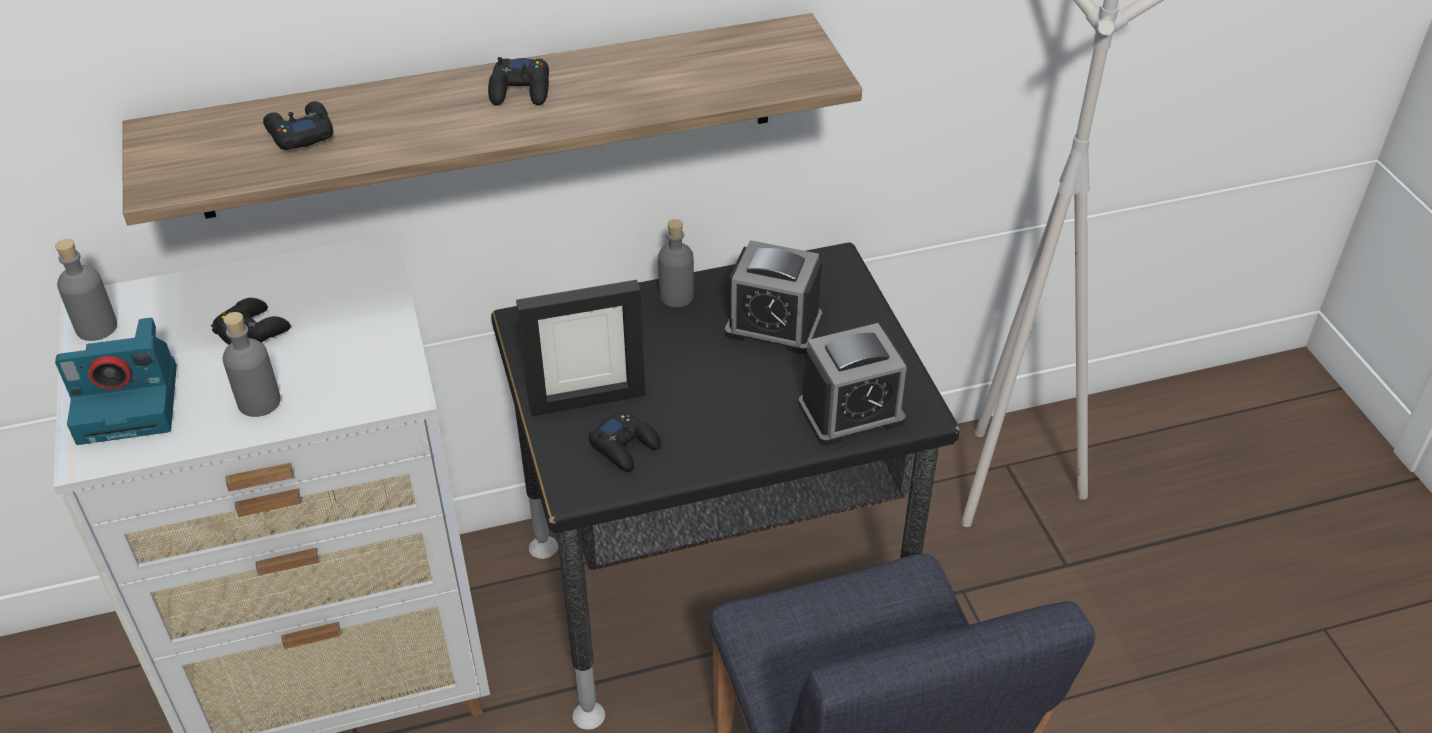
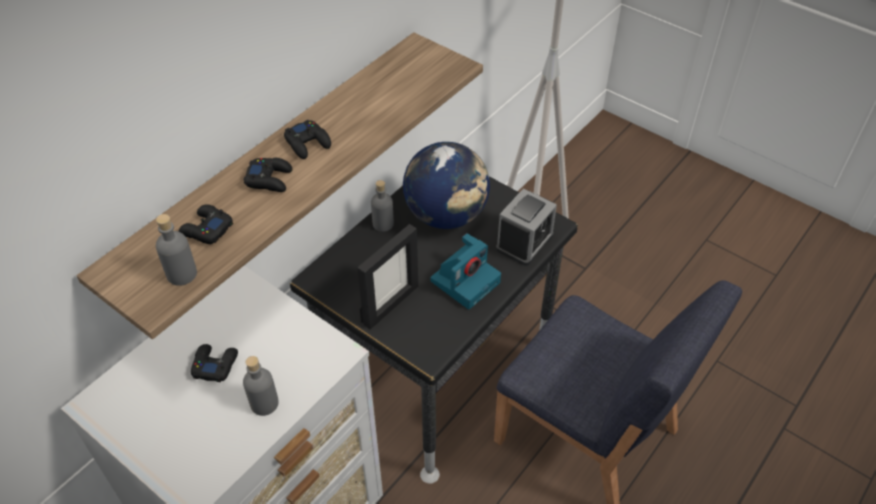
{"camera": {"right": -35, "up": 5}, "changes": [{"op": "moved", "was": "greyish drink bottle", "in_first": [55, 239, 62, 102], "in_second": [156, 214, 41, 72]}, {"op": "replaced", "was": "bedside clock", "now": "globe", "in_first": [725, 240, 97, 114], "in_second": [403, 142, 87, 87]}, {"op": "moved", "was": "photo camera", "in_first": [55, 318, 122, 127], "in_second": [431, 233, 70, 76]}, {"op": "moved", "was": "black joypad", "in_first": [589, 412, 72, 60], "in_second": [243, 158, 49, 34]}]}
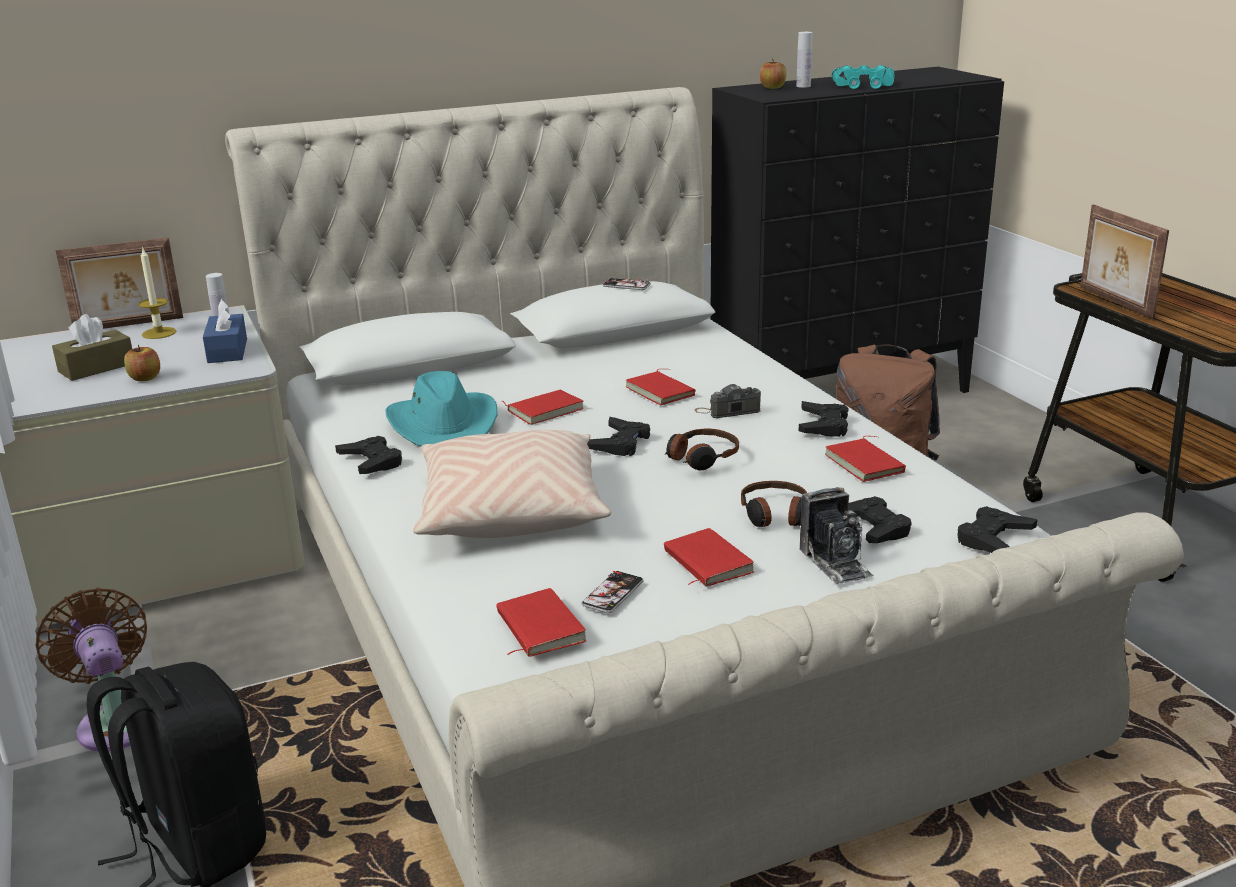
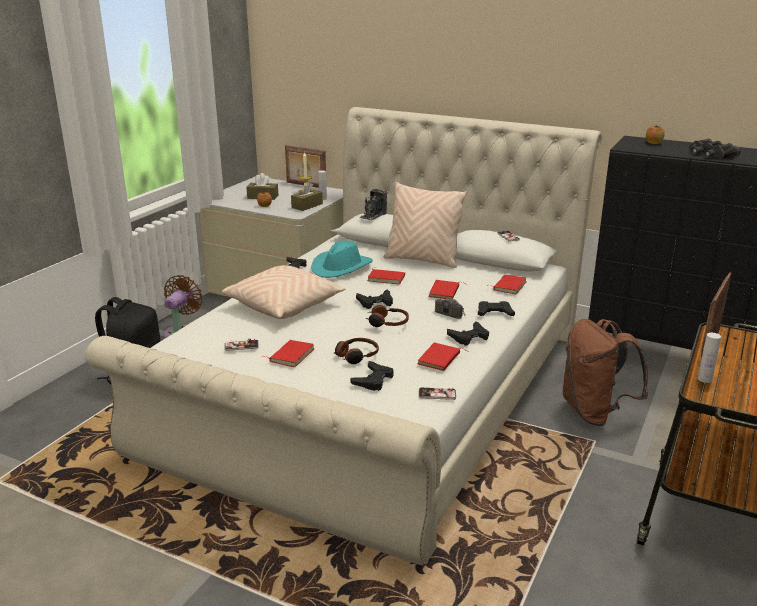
{"camera": {"right": 50, "up": 0}, "changes": [{"op": "moved", "was": "white drink bottle", "in_first": [796, 32, 16, 56], "in_second": [698, 333, 23, 50]}, {"op": "recoloured", "was": "turquoise-coloured field glasses", "now": "black field glasses", "in_first": [831, 65, 64, 24], "in_second": [689, 139, 52, 19]}, {"op": "recoloured", "was": "blue tissue holder", "now": "brownish tissue holder", "in_first": [203, 299, 44, 64], "in_second": [291, 182, 32, 29]}, {"op": "moved", "was": "photo camera", "in_first": [800, 487, 73, 98], "in_second": [359, 189, 28, 31]}, {"op": "moved", "was": "black joypad", "in_first": [957, 506, 80, 47], "in_second": [478, 301, 37, 15]}, {"op": "moved", "was": "red bound book", "in_first": [496, 588, 91, 69], "in_second": [487, 275, 39, 19]}, {"op": "added", "now": "beige-coloured cushion", "in_second": [384, 182, 83, 86]}, {"op": "added", "now": "telephone", "in_second": [418, 387, 38, 13]}]}
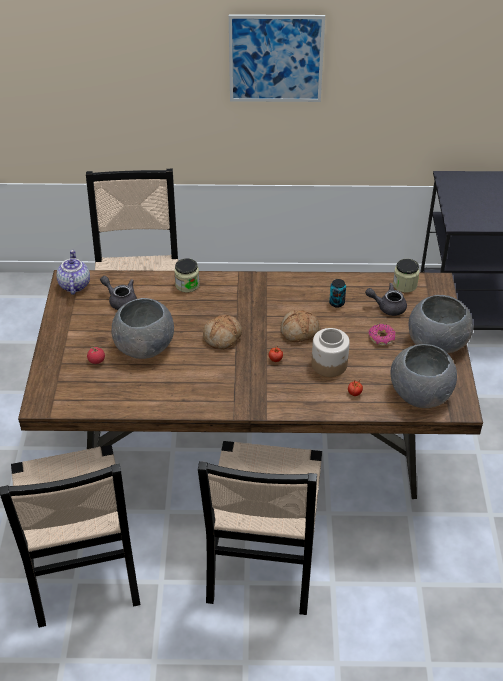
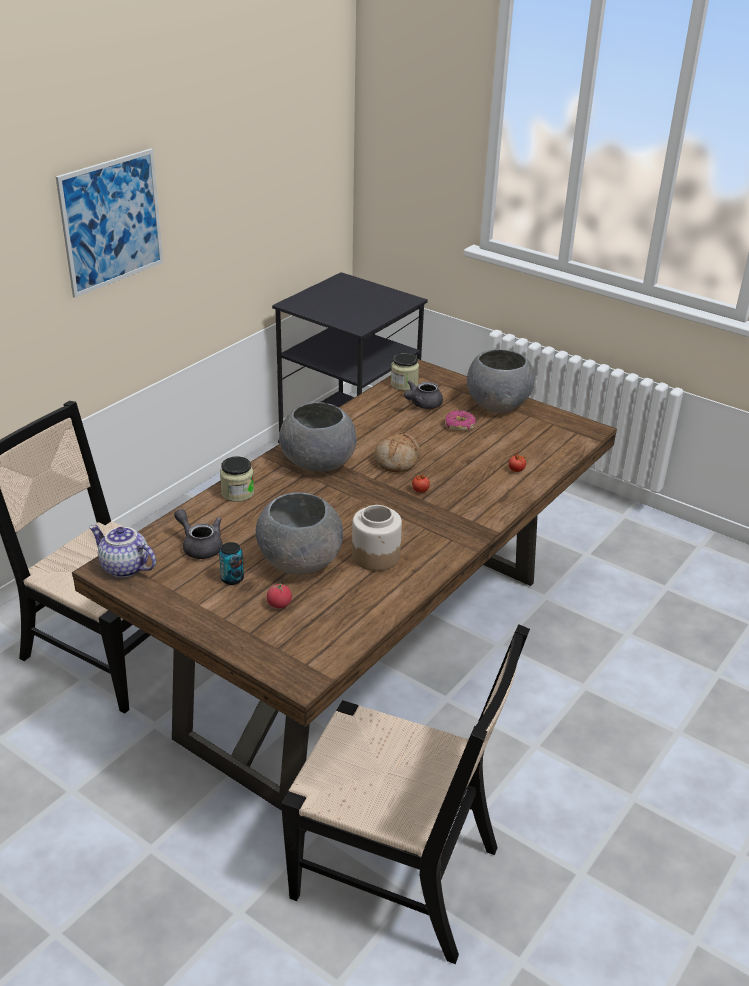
{"camera": {"right": -55, "up": -10}, "changes": [{"op": "turned", "was": "greyish pot for tea", "in_first": [100, 276, 37, 34], "in_second": [174, 509, 48, 50], "clockwise": 60}, {"op": "moved", "was": "can", "in_first": [329, 279, 17, 28], "in_second": [219, 542, 25, 43]}, {"op": "removed", "was": "bakery bread", "in_first": [203, 315, 39, 34]}, {"op": "moved", "was": "storage jar", "in_first": [312, 328, 38, 49], "in_second": [352, 505, 50, 66]}, {"op": "moved", "was": "greyish bowl", "in_first": [390, 344, 67, 64], "in_second": [279, 402, 78, 70]}, {"op": "removed", "was": "chair", "in_first": [198, 441, 124, 174]}]}
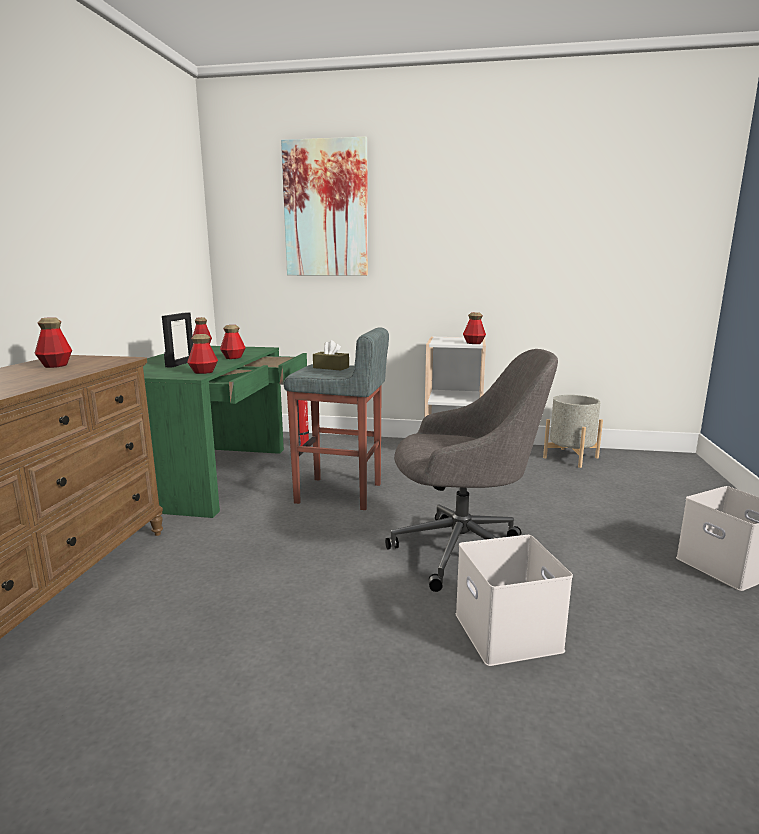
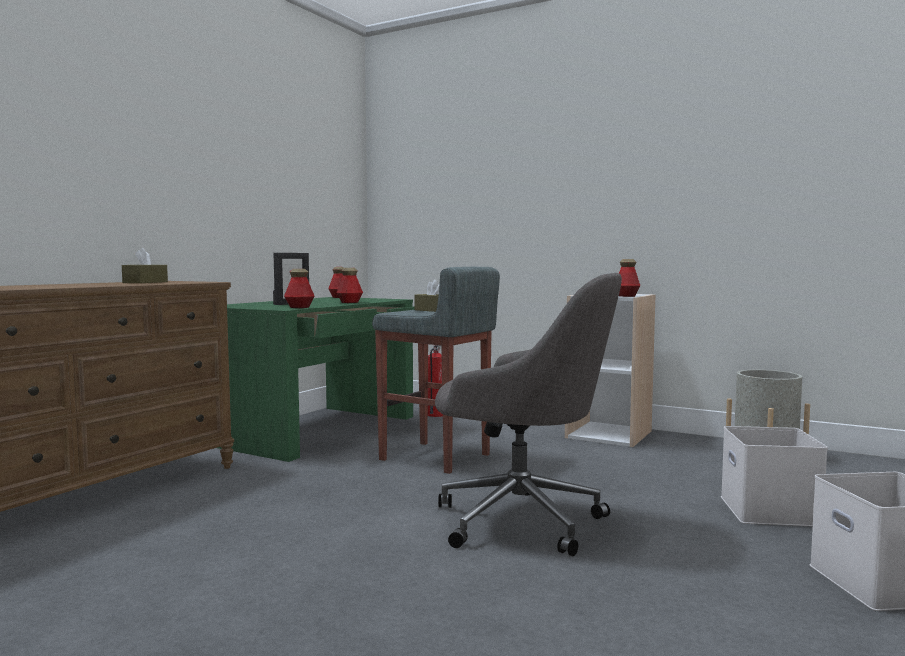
{"camera": {"right": 20, "up": -10}, "changes": [{"op": "removed", "was": "wall art", "in_first": [281, 137, 87, 139]}, {"op": "replaced", "was": "drink bottle", "now": "brownish tissue holder", "in_first": [34, 317, 38, 51], "in_second": [122, 248, 46, 35]}, {"op": "moved", "was": "white storage container", "in_first": [455, 535, 118, 131], "in_second": [721, 426, 107, 100]}]}
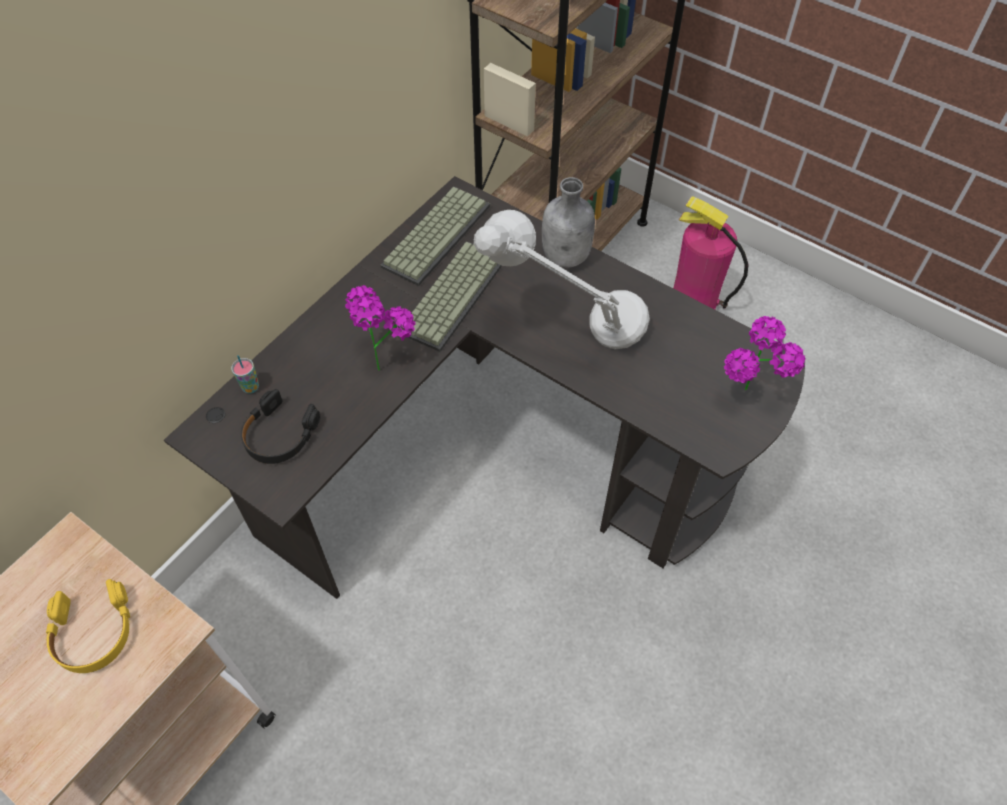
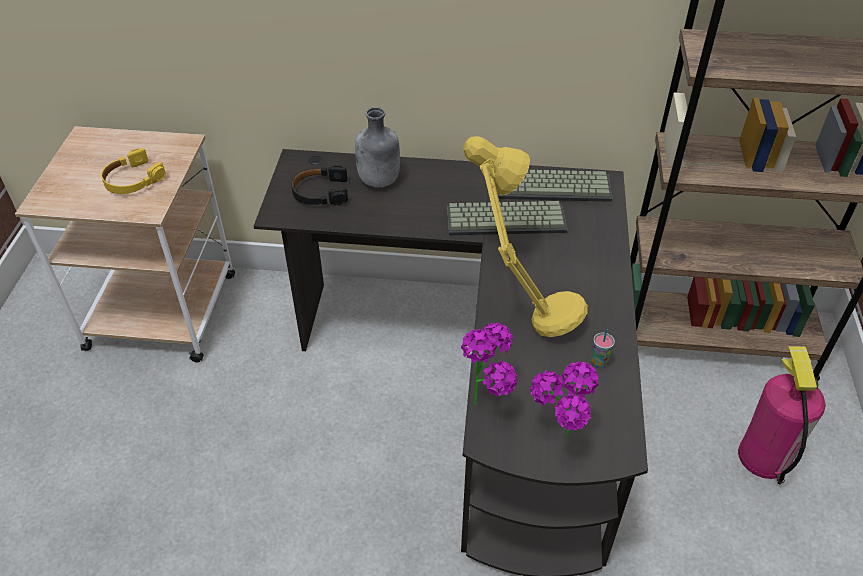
{"camera": {"right": 60, "up": -10}, "changes": [{"op": "moved", "was": "greyish drink bottle", "in_first": [542, 177, 53, 91], "in_second": [355, 107, 45, 81]}, {"op": "recoloured", "was": "greyish table lamp", "now": "yellow table lamp", "in_first": [474, 210, 176, 140], "in_second": [463, 136, 125, 201]}, {"op": "moved", "was": "plant in a pot", "in_first": [345, 285, 70, 86], "in_second": [461, 322, 56, 83]}, {"op": "moved", "was": "drinking cup", "in_first": [231, 355, 28, 39], "in_second": [591, 329, 24, 38]}]}
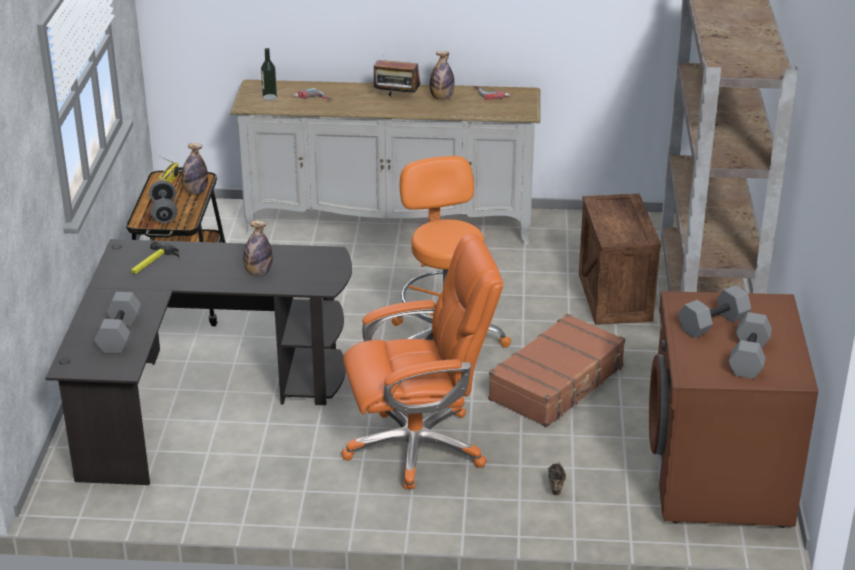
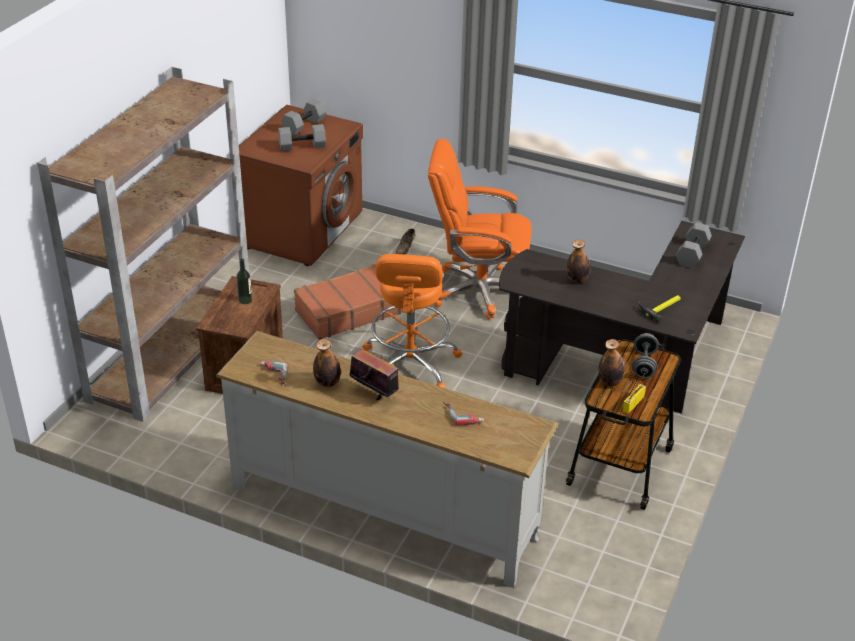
{"camera": {"right": -160, "up": 5}, "changes": [{"op": "moved", "was": "drink bottle", "in_first": [261, 48, 16, 52], "in_second": [236, 258, 16, 46]}]}
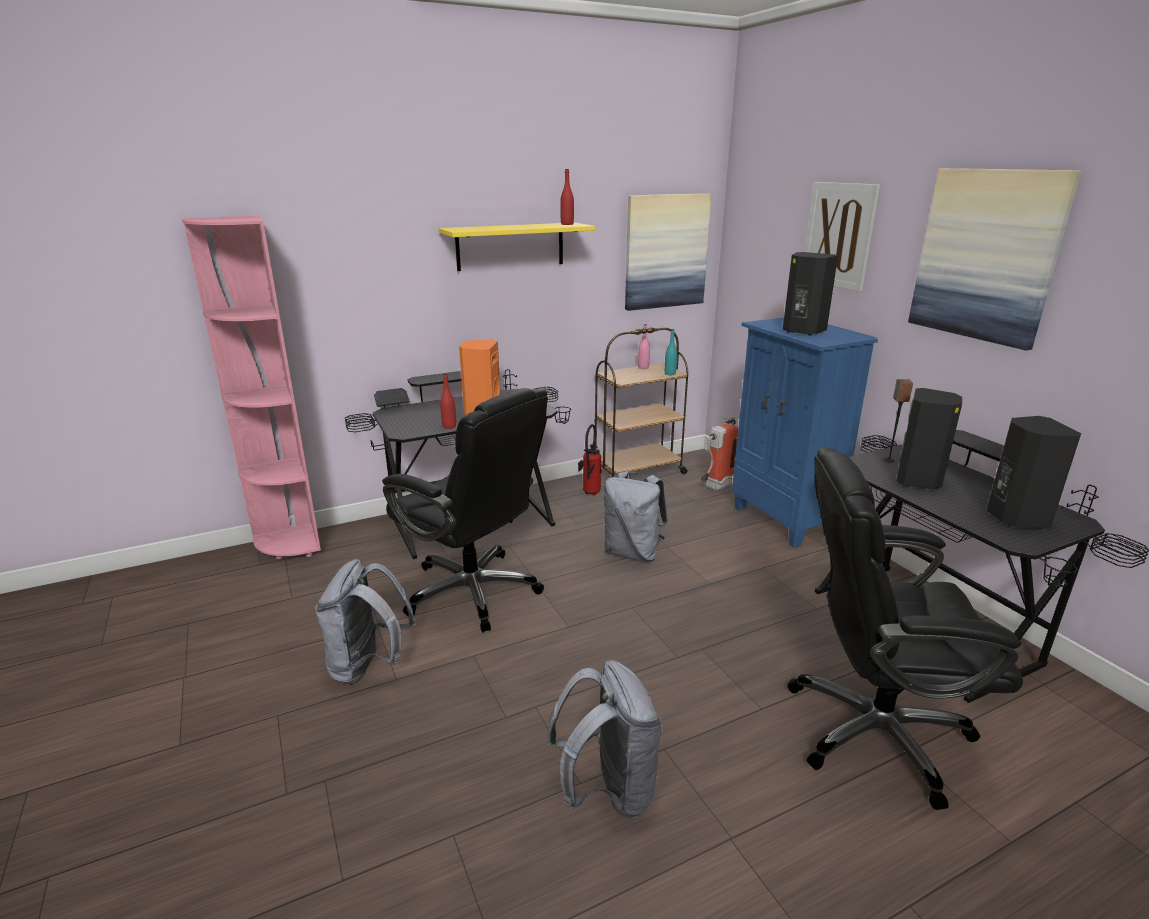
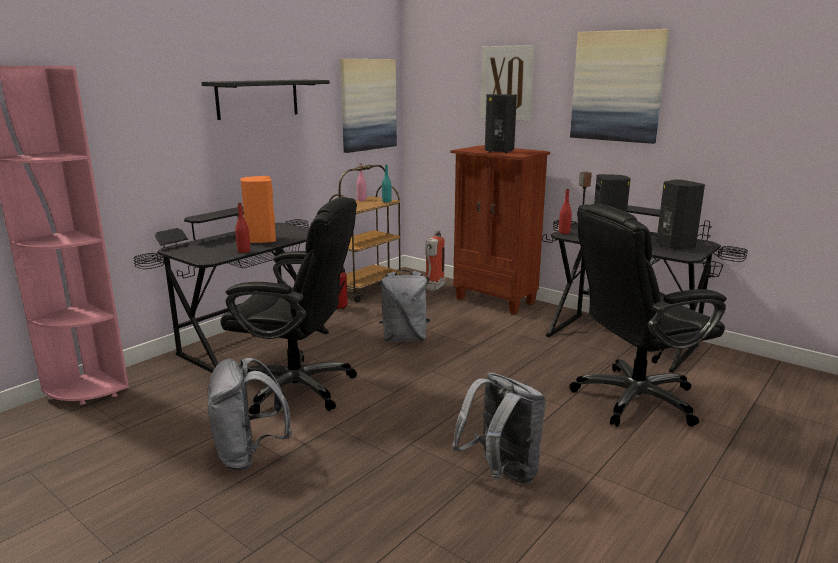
{"camera": {"right": -25, "up": -5}, "changes": [{"op": "moved", "was": "red drink bottle", "in_first": [560, 169, 14, 56], "in_second": [559, 189, 13, 45]}, {"op": "recoloured", "was": "yellow wall shelf", "now": "black wall shelf", "in_first": [439, 222, 156, 49], "in_second": [201, 80, 129, 40]}, {"op": "recoloured", "was": "blue cabinet", "now": "brownish cabinet", "in_first": [732, 317, 146, 230], "in_second": [451, 145, 99, 170]}]}
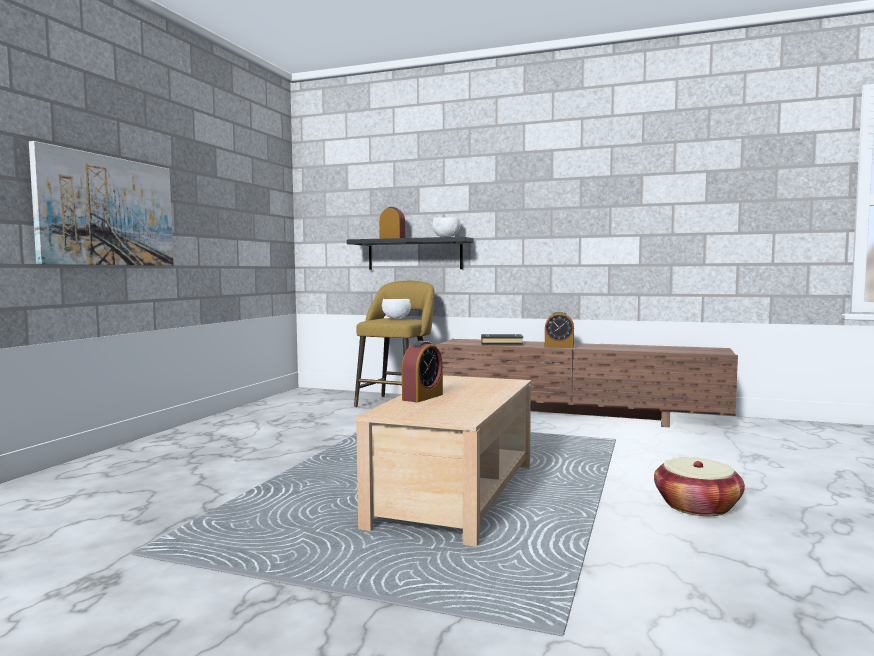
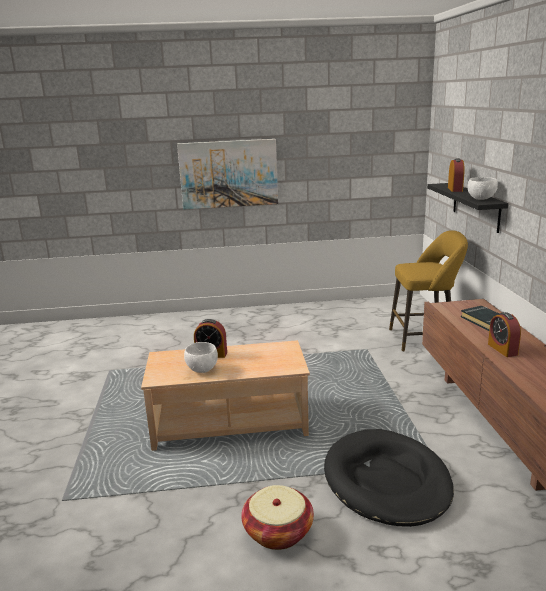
{"camera": {"right": 65, "up": 15}, "changes": [{"op": "moved", "was": "white bowl", "in_first": [382, 299, 29, 20], "in_second": [184, 342, 34, 31]}, {"op": "added", "now": "black dog cushion", "in_second": [324, 429, 130, 98]}]}
